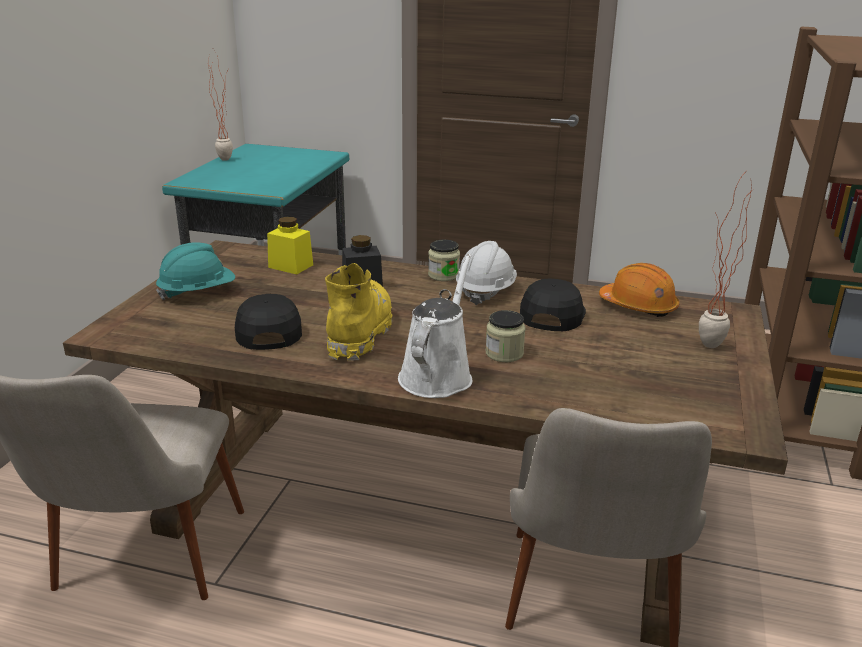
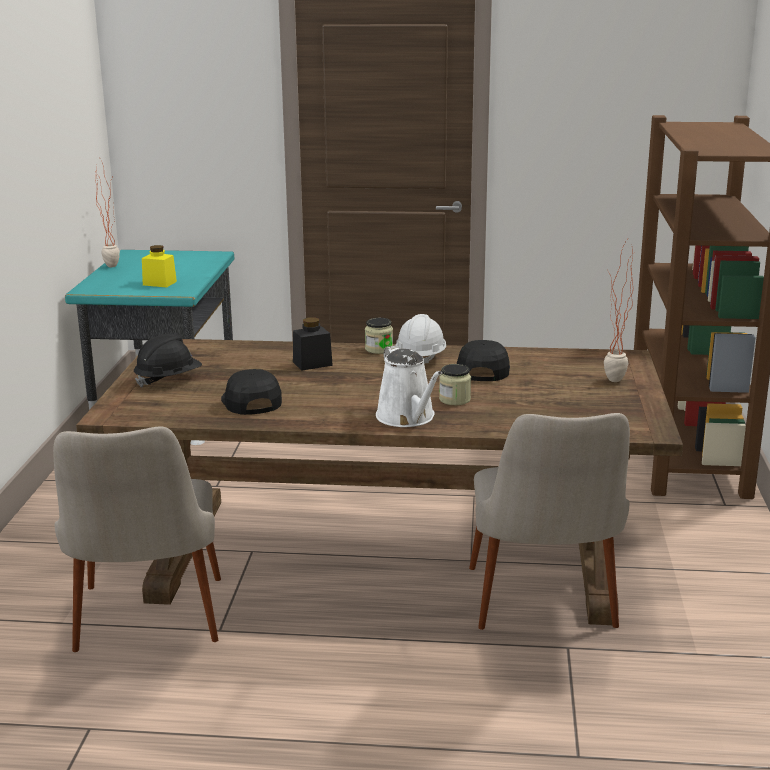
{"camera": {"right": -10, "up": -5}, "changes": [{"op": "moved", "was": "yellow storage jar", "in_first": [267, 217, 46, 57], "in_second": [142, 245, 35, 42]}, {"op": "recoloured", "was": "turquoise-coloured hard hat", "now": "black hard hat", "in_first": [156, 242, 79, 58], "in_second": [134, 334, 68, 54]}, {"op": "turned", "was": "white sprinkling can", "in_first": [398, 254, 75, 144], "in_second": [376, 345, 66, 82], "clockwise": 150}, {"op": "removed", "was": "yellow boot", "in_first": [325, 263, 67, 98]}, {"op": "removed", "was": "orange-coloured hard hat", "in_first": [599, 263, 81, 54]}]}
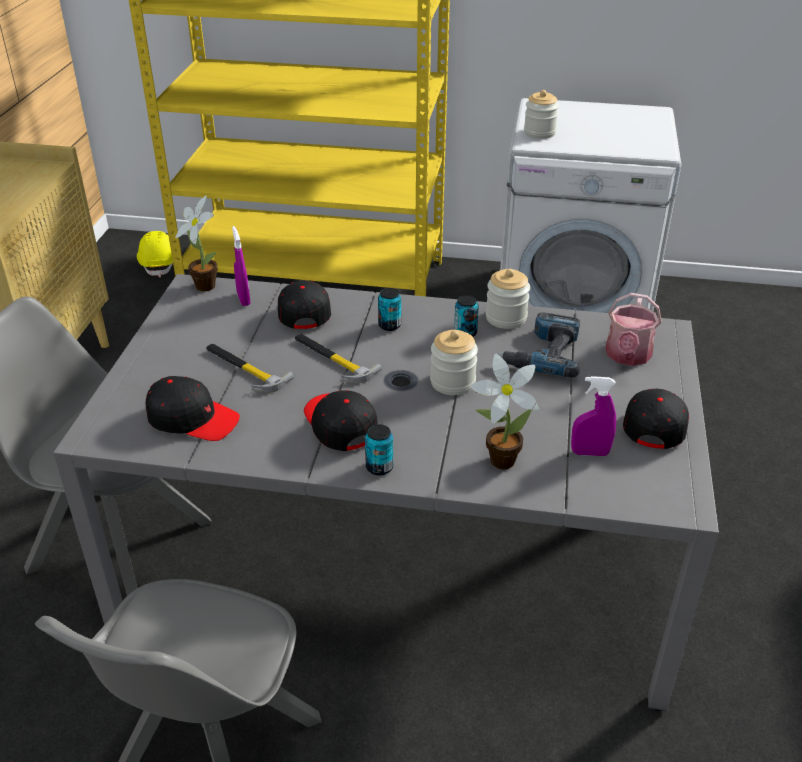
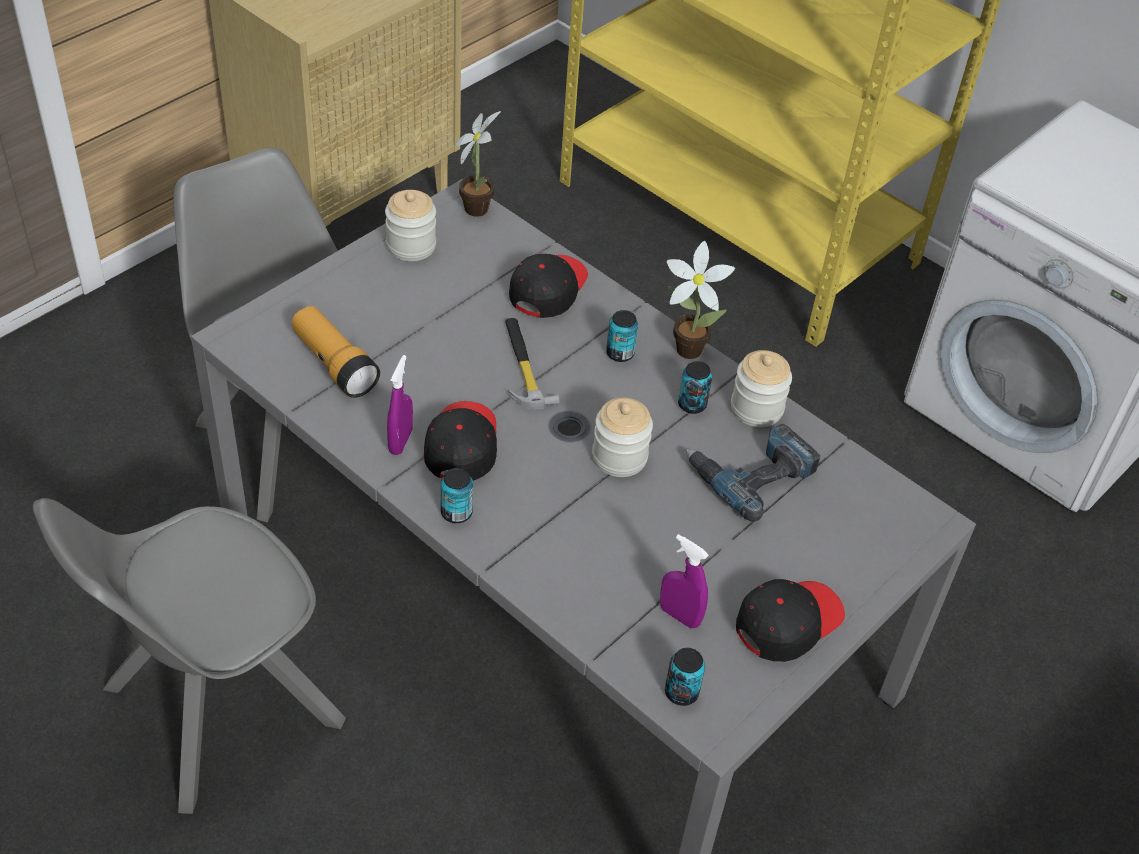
{"camera": {"right": 30, "up": 10}, "changes": [{"op": "moved", "was": "storage jar", "in_first": [524, 90, 35, 49], "in_second": [385, 190, 51, 71]}, {"op": "moved", "was": "purple hand sprayer", "in_first": [232, 226, 18, 80], "in_second": [387, 355, 26, 100]}, {"op": "removed", "was": "yellow hard hat", "in_first": [137, 231, 41, 47]}, {"op": "removed", "was": "sprinkling can", "in_first": [605, 293, 57, 73]}, {"op": "removed", "was": "hand hammer", "in_first": [206, 344, 88, 48]}, {"op": "moved", "was": "plant in a pot", "in_first": [469, 353, 70, 116], "in_second": [667, 241, 68, 118]}, {"op": "replaced", "was": "black baseball cap", "now": "torch", "in_first": [146, 376, 94, 65], "in_second": [292, 306, 88, 92]}, {"op": "added", "now": "can", "in_second": [665, 648, 40, 58]}]}
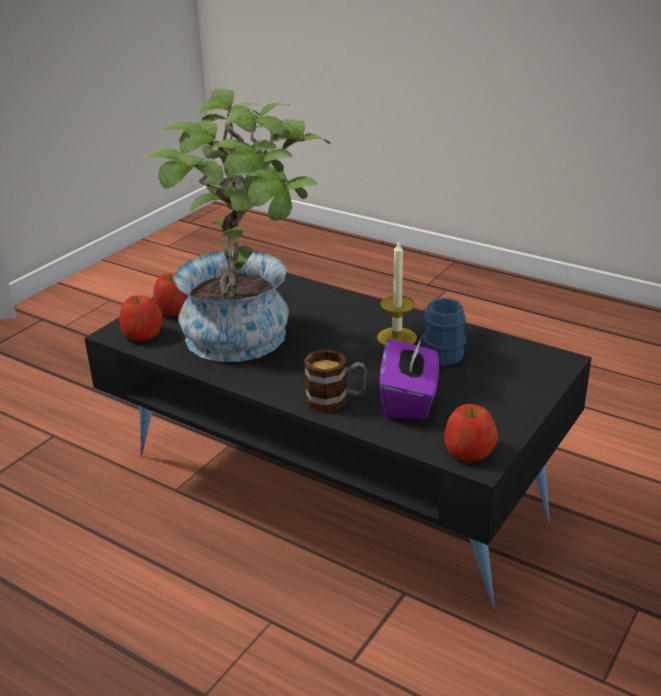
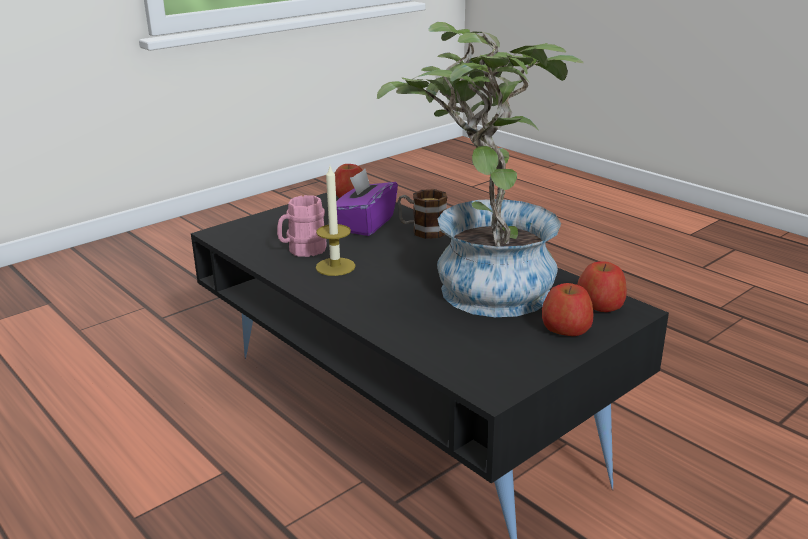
{"camera": {"right": -165, "up": -5}, "changes": [{"op": "recoloured", "was": "blue mug", "now": "pinkish mug", "in_first": [422, 298, 44, 68], "in_second": [277, 195, 50, 62]}]}
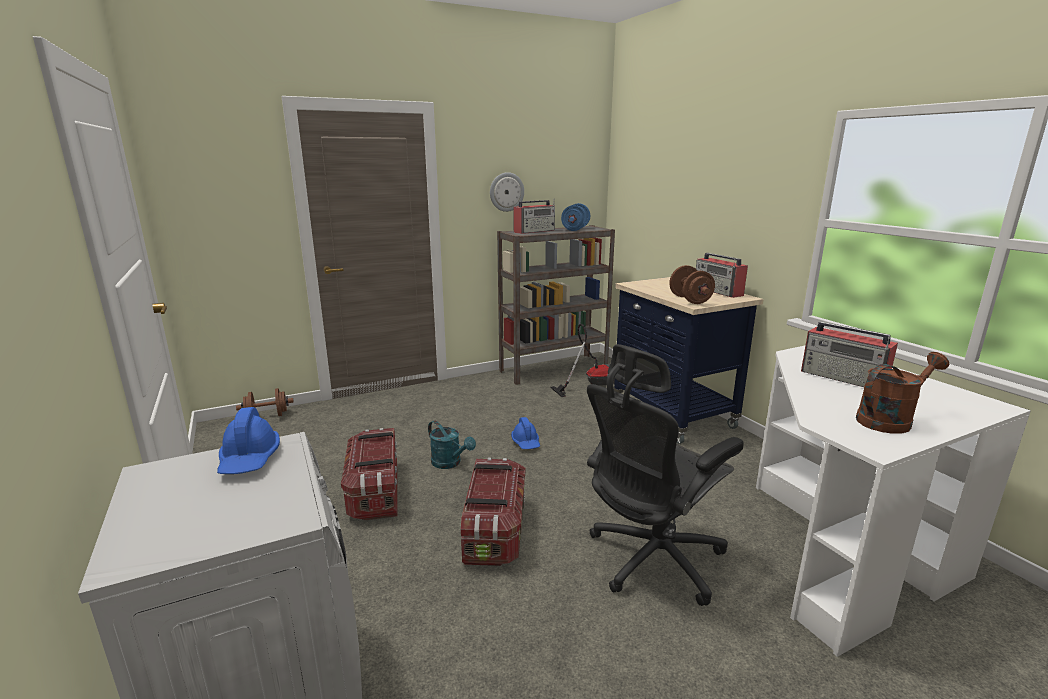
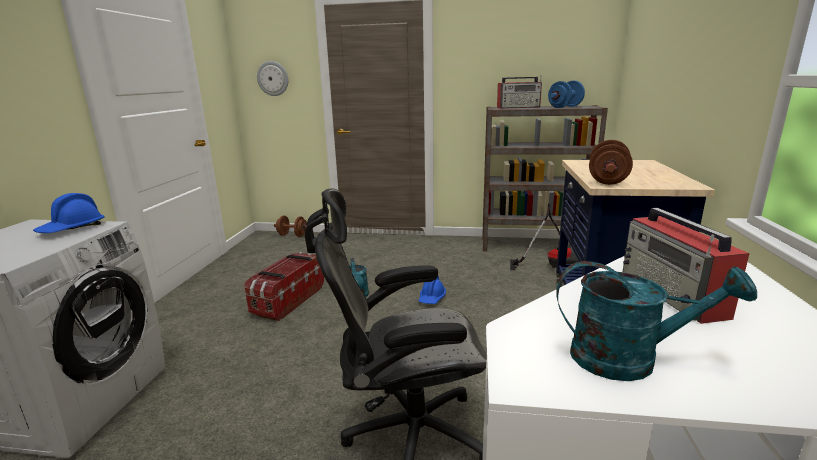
{"camera": {"right": 35, "up": 0}, "changes": [{"op": "moved", "was": "hanging clock", "in_first": [490, 172, 34, 40], "in_second": [257, 61, 32, 35]}, {"op": "removed", "was": "radio receiver", "in_first": [696, 253, 52, 45]}, {"op": "recoloured", "was": "brownish sprinkling can", "now": "turquoise-coloured sprinkling can", "in_first": [856, 352, 93, 82], "in_second": [556, 261, 201, 120]}, {"op": "removed", "was": "storage container", "in_first": [461, 458, 64, 108]}]}
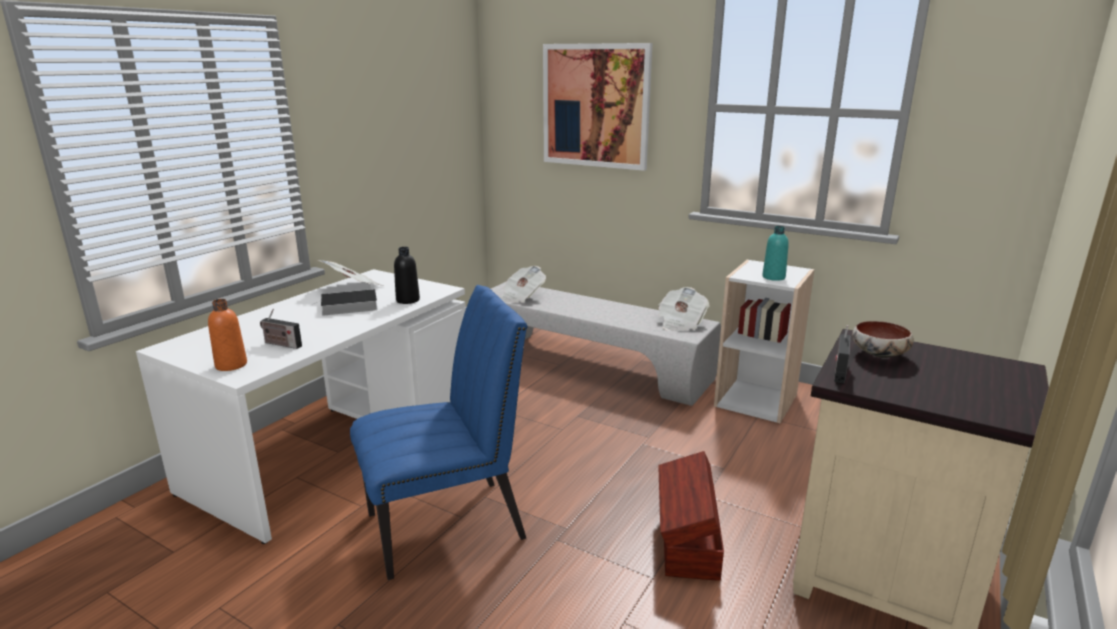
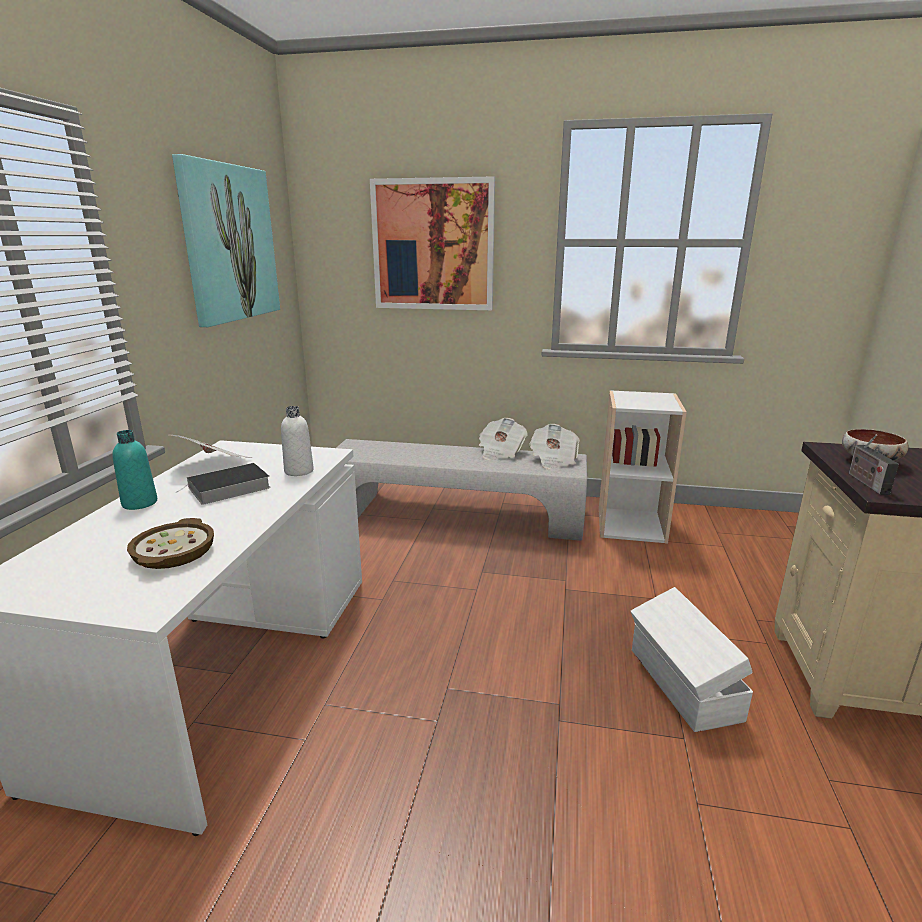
{"camera": {"right": -20, "up": 0}, "changes": [{"op": "moved", "was": "turquoise-coloured drink bottle", "in_first": [762, 226, 27, 55], "in_second": [113, 430, 44, 80]}, {"op": "recoloured", "was": "black drink bottle", "now": "white drink bottle", "in_first": [394, 247, 26, 57], "in_second": [281, 406, 33, 70]}, {"op": "moved", "was": "newspaper", "in_first": [500, 266, 46, 37], "in_second": [479, 418, 48, 42]}, {"op": "removed", "was": "blue chair", "in_first": [350, 285, 177, 295]}, {"op": "removed", "was": "orange-coloured drink bottle", "in_first": [208, 299, 39, 72]}, {"op": "replaced", "was": "radio receiver", "now": "bowl", "in_first": [260, 308, 42, 41], "in_second": [127, 518, 87, 51]}, {"op": "recoloured", "was": "brownish storage container", "now": "white storage container", "in_first": [659, 451, 65, 130], "in_second": [631, 587, 122, 145]}, {"op": "added", "now": "wall art", "in_second": [172, 154, 108, 173]}]}
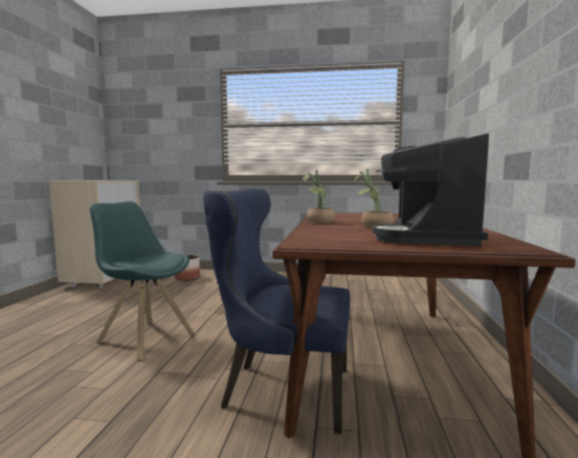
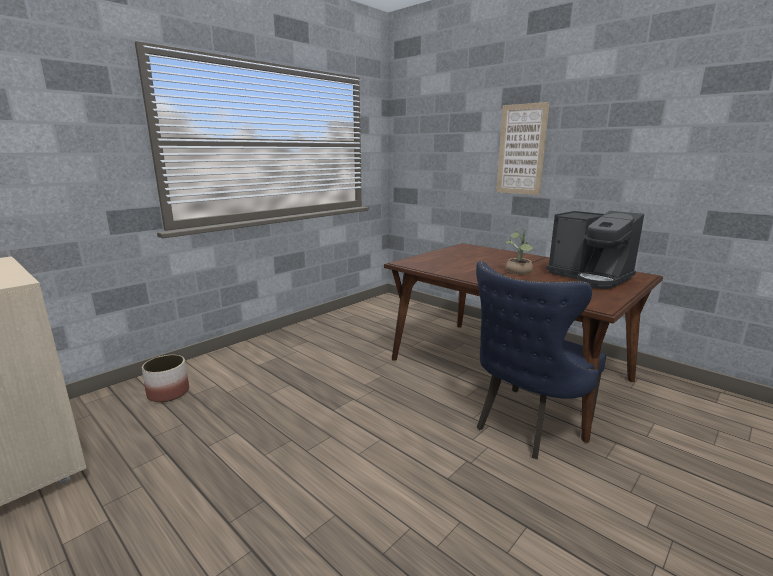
{"camera": {"right": -55, "up": 10}, "changes": [{"op": "removed", "was": "plant in a pot", "in_first": [302, 170, 33, 53]}, {"op": "removed", "was": "turquoise-coloured chair", "in_first": [90, 201, 105, 160]}, {"op": "added", "now": "wall art", "in_second": [496, 102, 54, 93]}]}
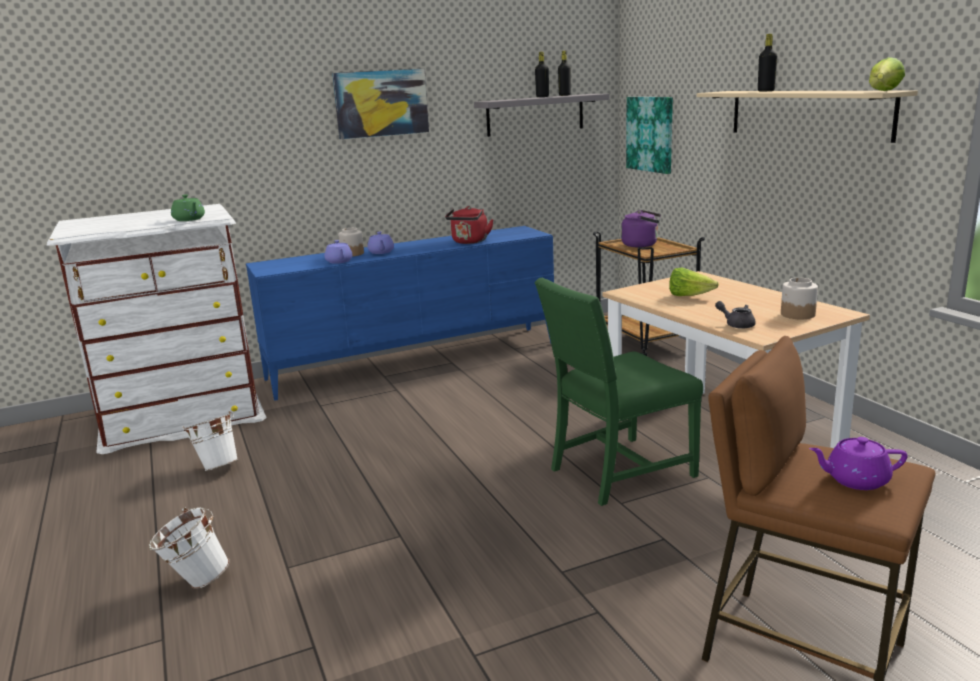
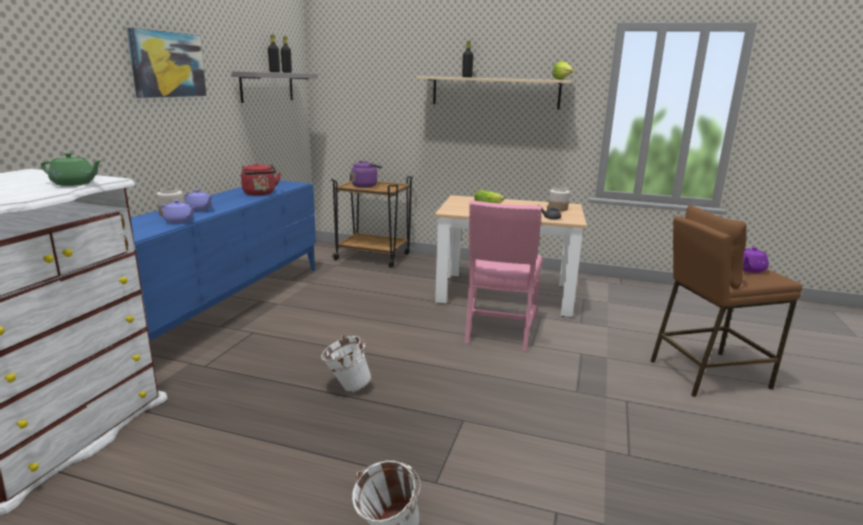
{"camera": {"right": -50, "up": 0}, "changes": [{"op": "removed", "was": "wall art", "in_first": [626, 97, 47, 77]}, {"op": "recoloured", "was": "greenish chair", "now": "pinkish chair", "in_first": [535, 278, 168, 228], "in_second": [465, 200, 77, 151]}, {"op": "moved", "was": "white water bucket", "in_first": [182, 411, 56, 60], "in_second": [321, 335, 51, 57]}]}
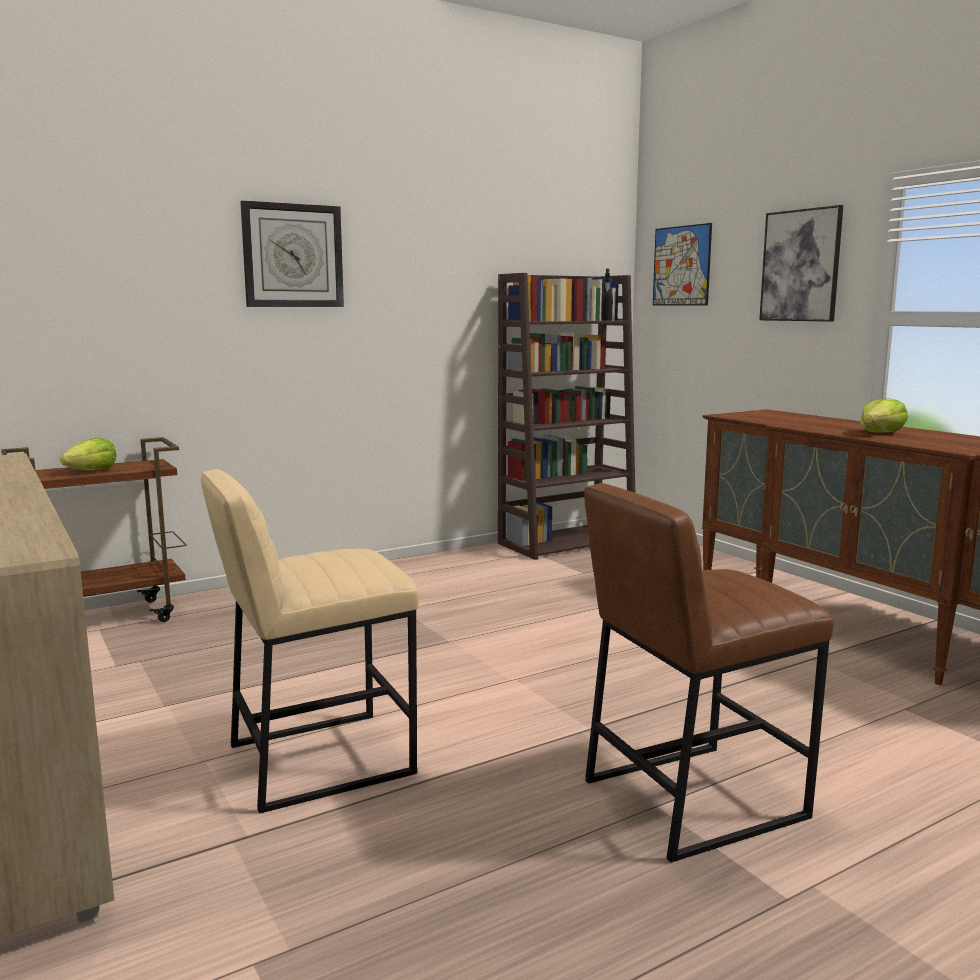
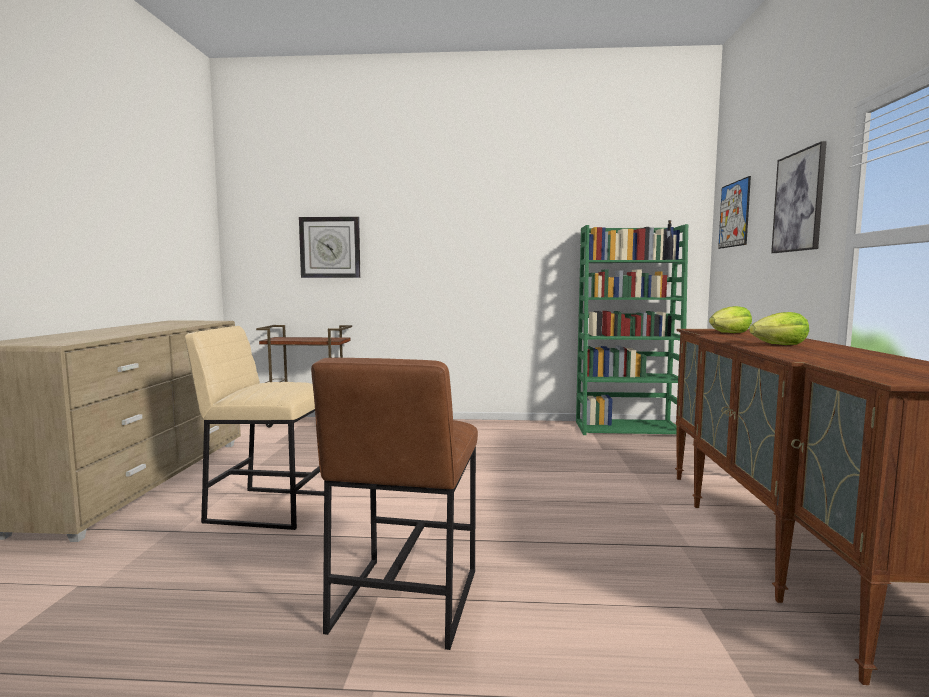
{"camera": {"right": 35, "up": -5}, "changes": [{"op": "moved", "was": "hanging clock", "in_first": [240, 200, 104, 107], "in_second": [299, 217, 62, 61]}, {"op": "recoloured", "was": "brownish shelving unit", "now": "greenish shelving unit", "in_first": [498, 273, 137, 287], "in_second": [576, 224, 112, 211]}, {"op": "moved", "was": "lettuce head", "in_first": [60, 438, 57, 33], "in_second": [709, 306, 43, 27]}, {"op": "turned", "was": "brownish chair", "in_first": [584, 483, 250, 380], "in_second": [311, 358, 167, 292], "clockwise": -90}]}
